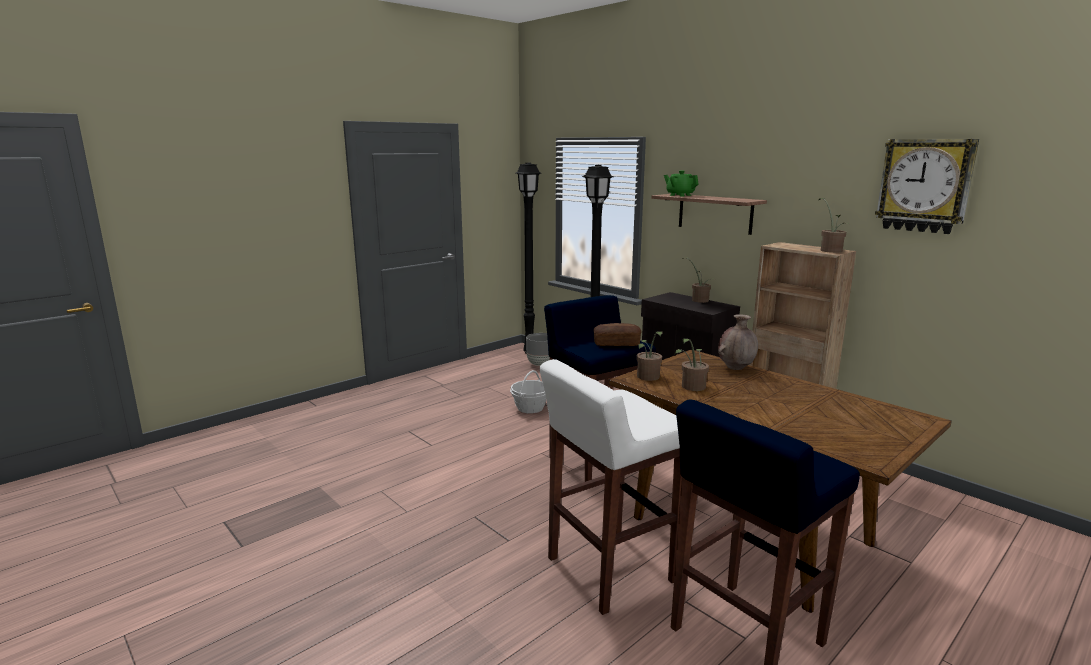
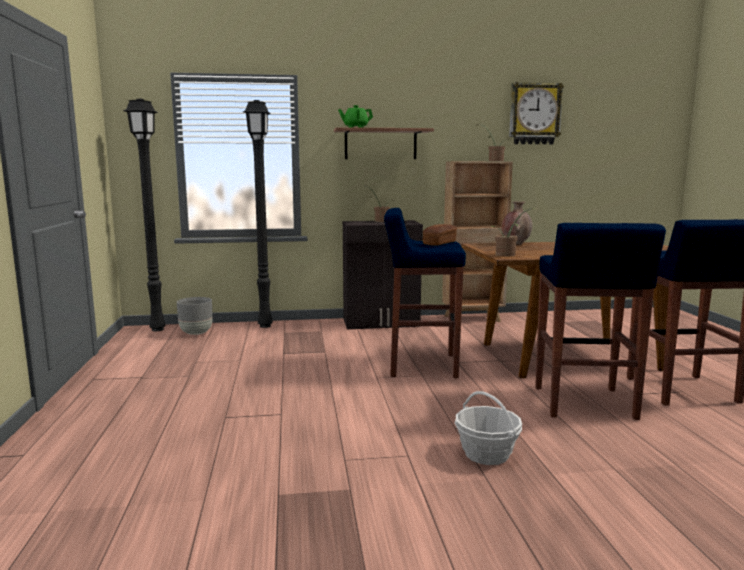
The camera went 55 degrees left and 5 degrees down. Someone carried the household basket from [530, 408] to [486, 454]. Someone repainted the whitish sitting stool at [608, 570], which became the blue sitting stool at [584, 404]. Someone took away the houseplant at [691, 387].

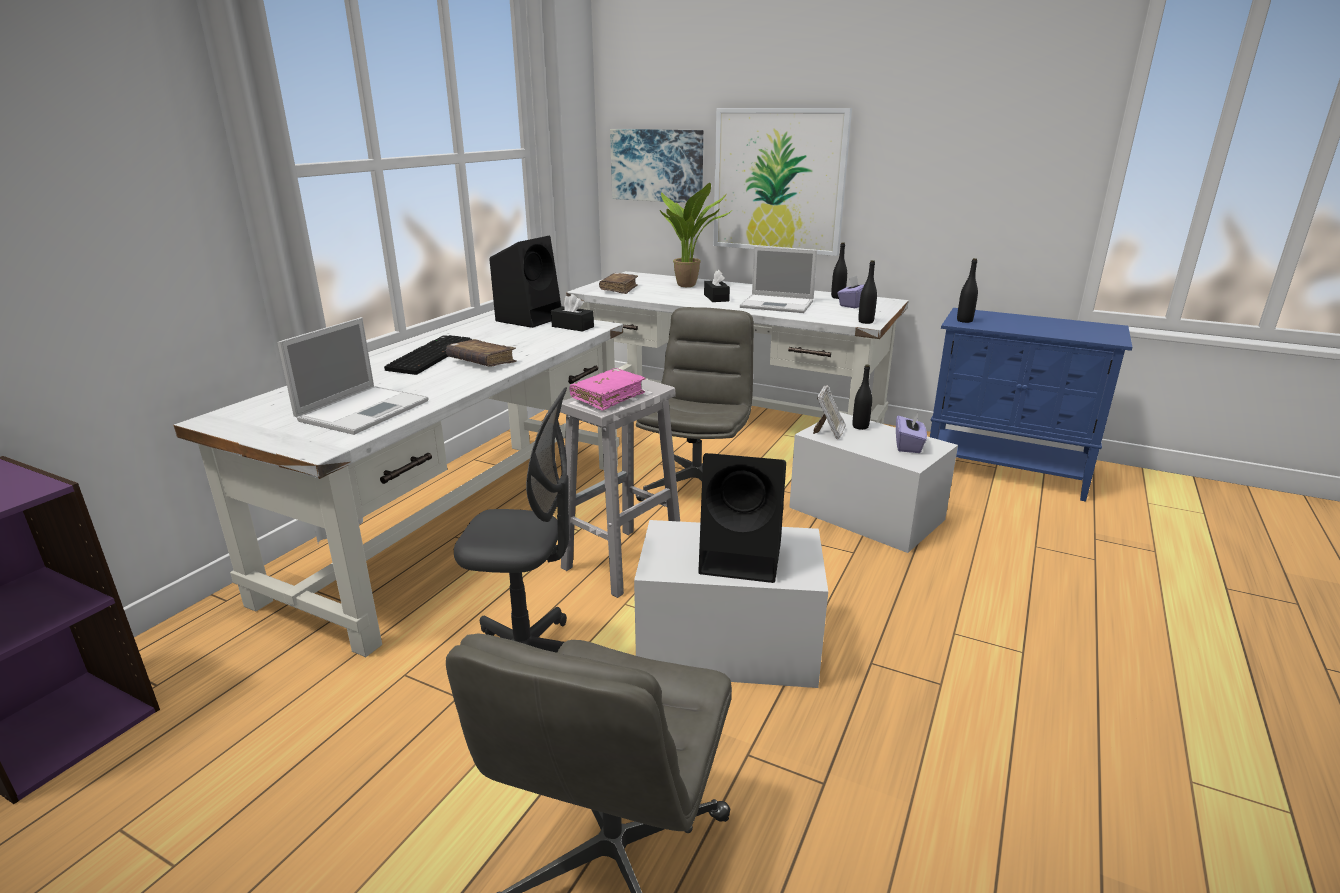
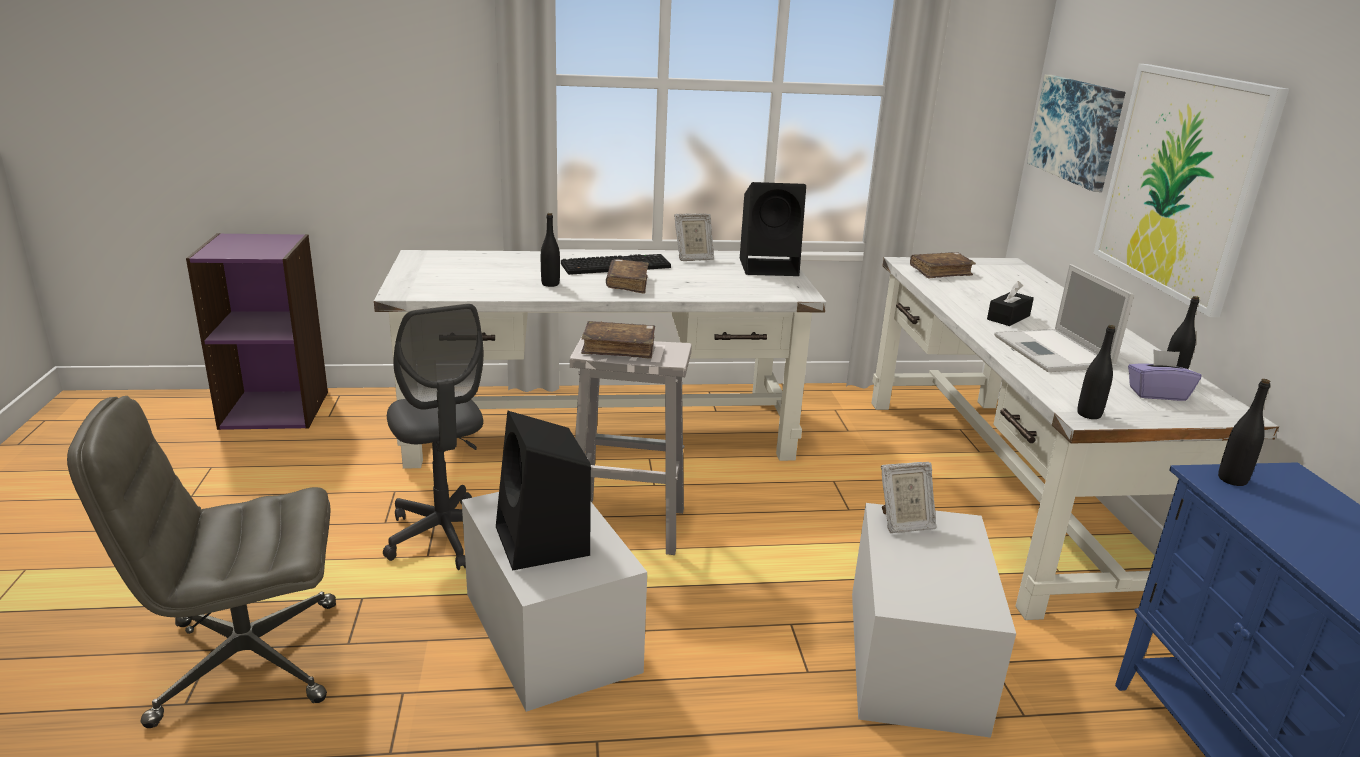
The camera went 55 degrees right and 0 degrees up. Someone took away the notebook computer at [365, 410]. Someone took away the black-coloured tissue box at [572, 326]. Someone repainted the pink-coloured book at [608, 397], which became the brown book at [619, 348]. Someone took away the gray office chair at [696, 486]. Someone took away the houseplant at [690, 285]. Someone carried the black-coloured beverage bottle from [860, 426] to [550, 284]. Someone took away the purple-coloured tissue box at [908, 446]. Someone put down the photo frame at [693, 258].

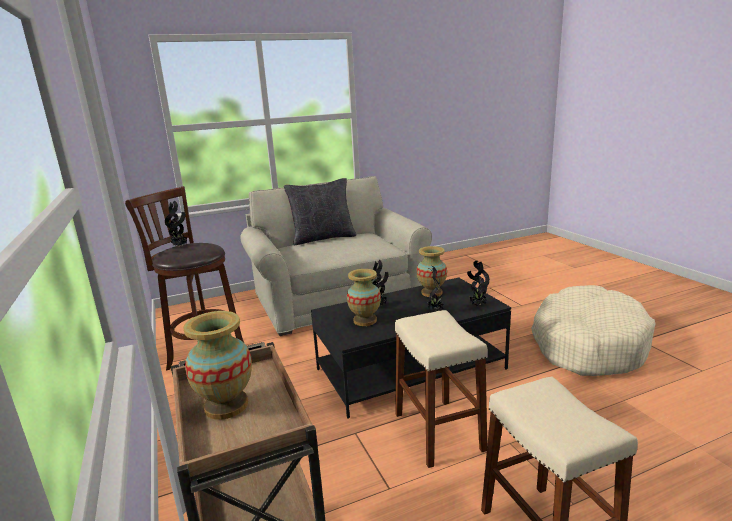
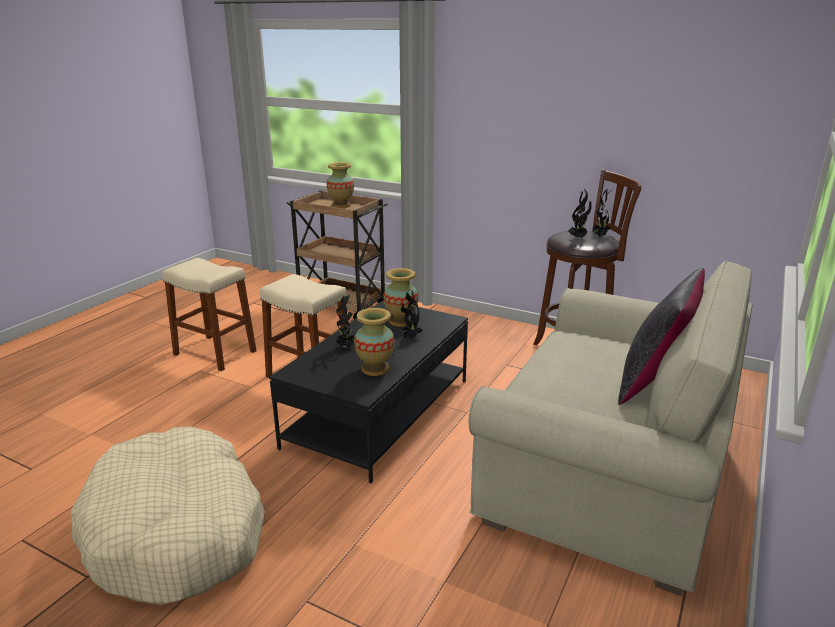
The camera went 140 degrees right and 5 degrees up. Someone carried the houseplant from [477, 305] to [578, 238].

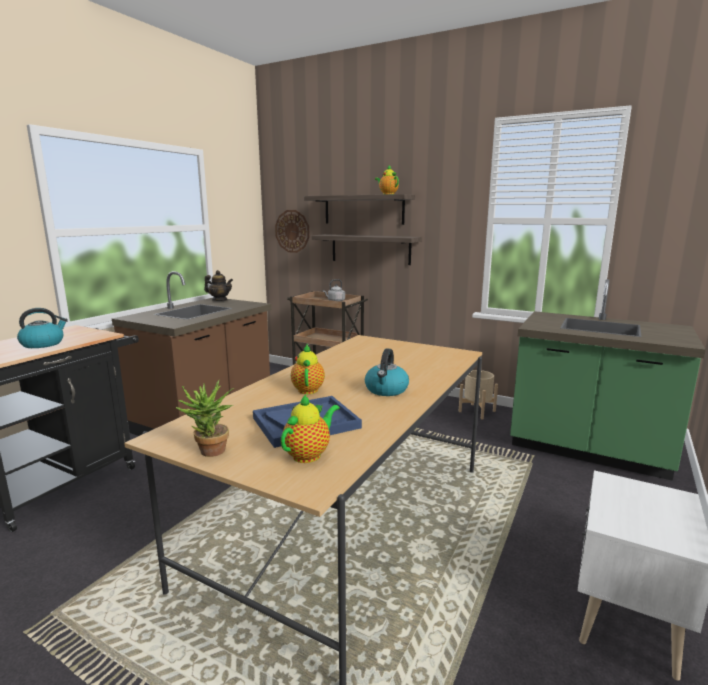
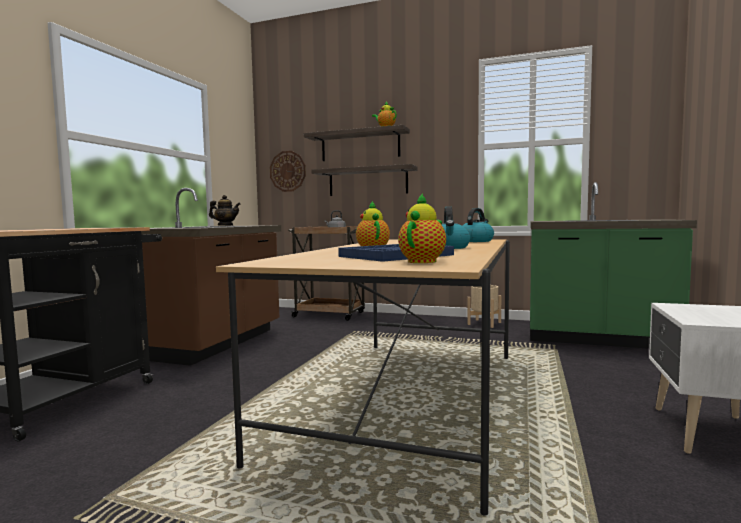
The camera went 10 degrees left and 10 degrees down. Someone carried the kettle from [43, 344] to [476, 241]. Someone took away the houseplant at [209, 453].

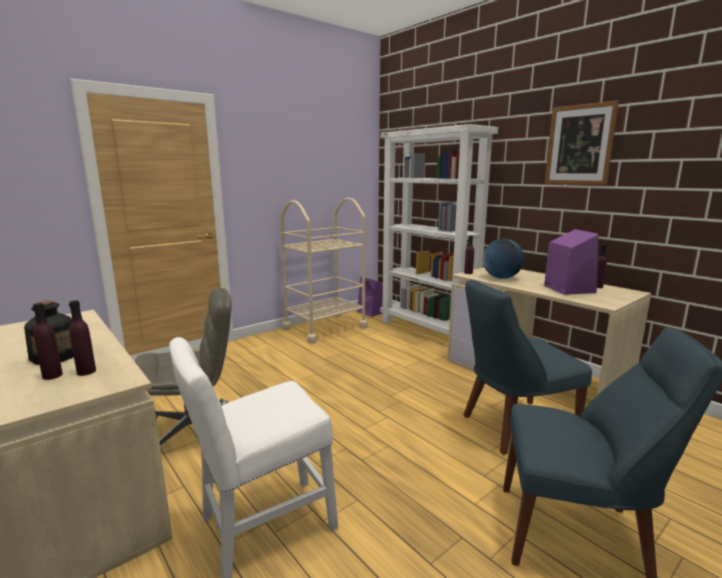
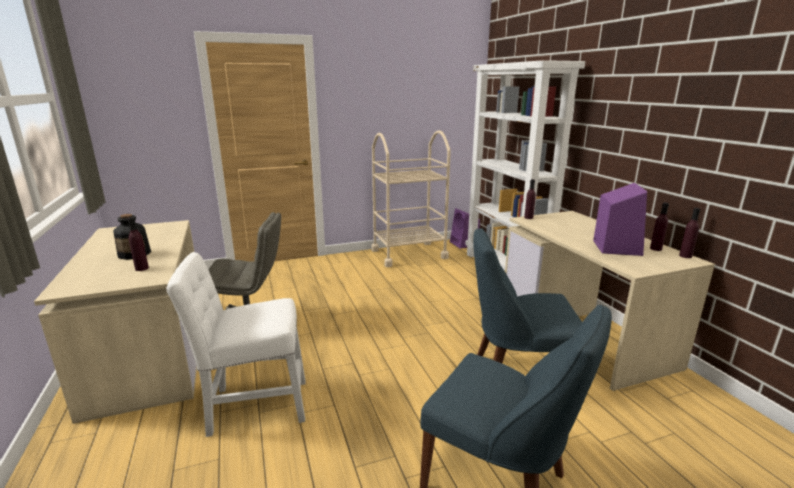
The camera went 20 degrees right and 5 degrees up. Someone carried the purple-coloured beverage bottle from [52, 375] to [685, 256]. Someone took away the world globe at [501, 278]. Someone took away the wall picture at [579, 145].

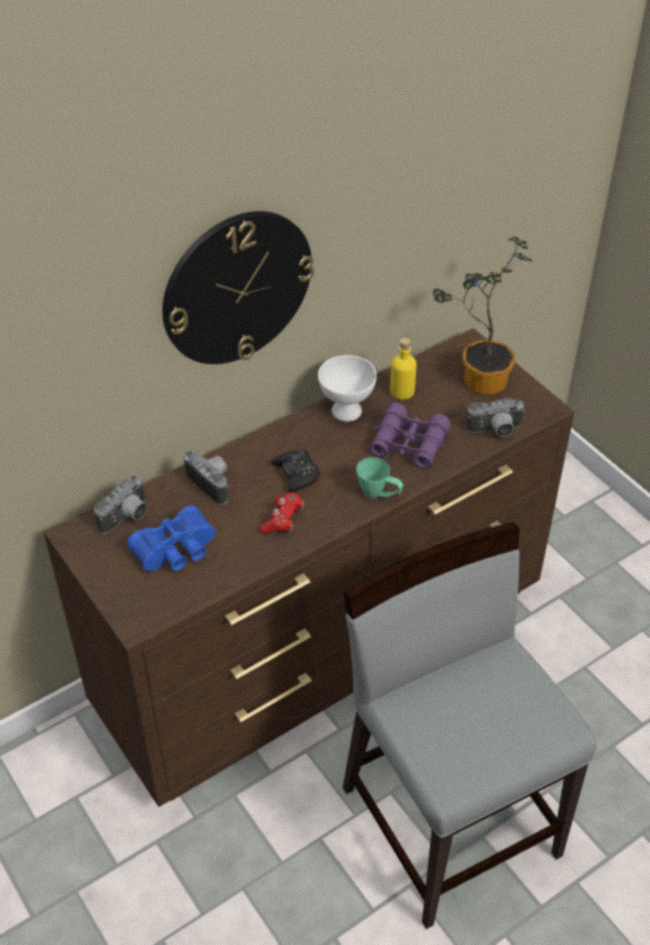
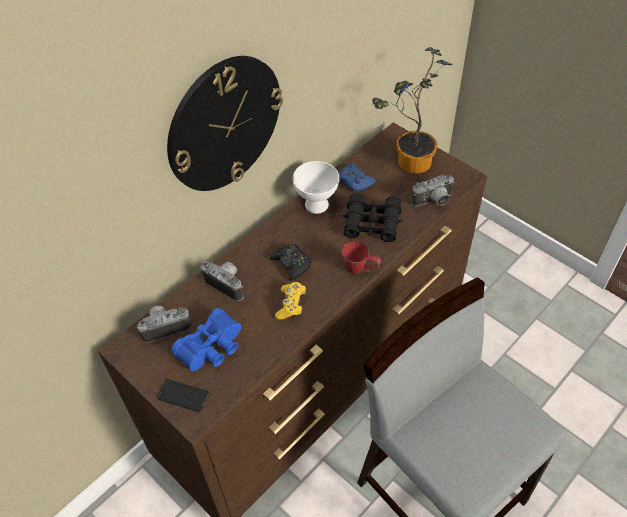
The camera went 10 degrees left and 5 degrees up. Someone rotated the still camera at [128, 518] by 135 degrees counterclockwise. Someone repainted the red-coloured joypad at [283, 519], which became the yellow joypad at [291, 304]. Someone repainted the green-coloured mug at [379, 495], which became the red-coloured mug at [361, 270]. Someone repainted the purple-coloured field glasses at [409, 444], which became the black-coloured field glasses at [372, 223]. Someone swapped the yellow beverage bottle at [402, 391] for the blue joypad at [354, 181]. Someone put down the phone at [183, 396].

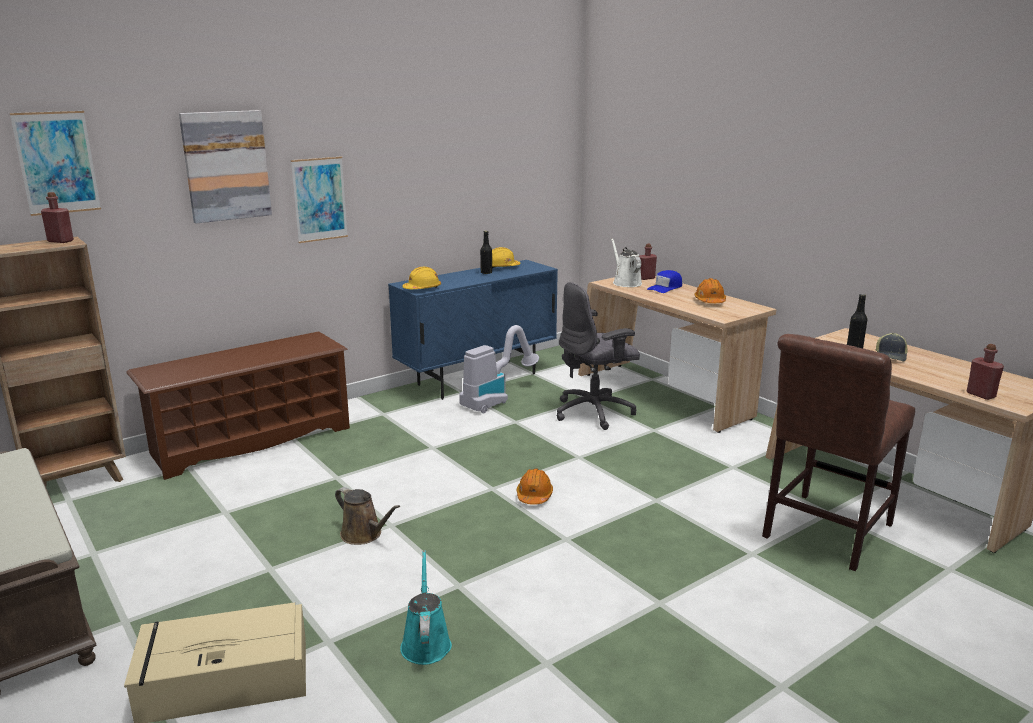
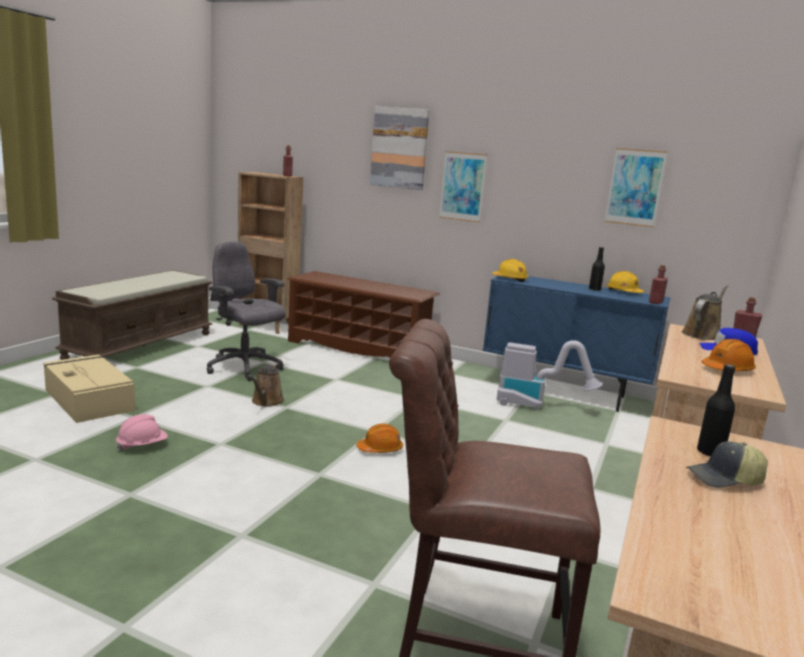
The camera went 60 degrees right and 5 degrees down. Someone carried the wall picture from [57, 163] to [635, 187]. Someone swapped the turquoise-coloured sprinkling can at [425, 643] for the pink-coloured work helmet at [142, 446]. Someone carried the gray office chair from [595, 412] to [245, 368]. Someone repainted the whitish sprinkling can at [625, 283], which became the brown sprinkling can at [702, 334]. Someone carried the red-coloured beverage bottle from [980, 395] to [655, 302].

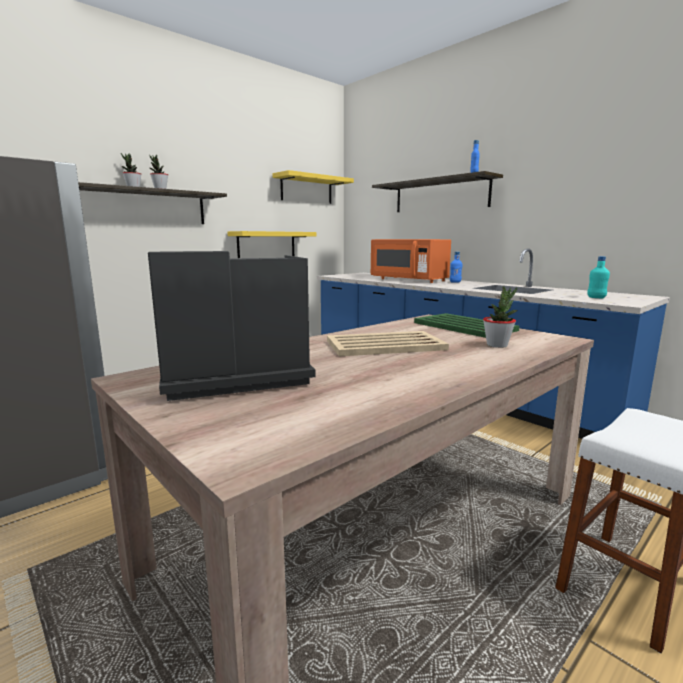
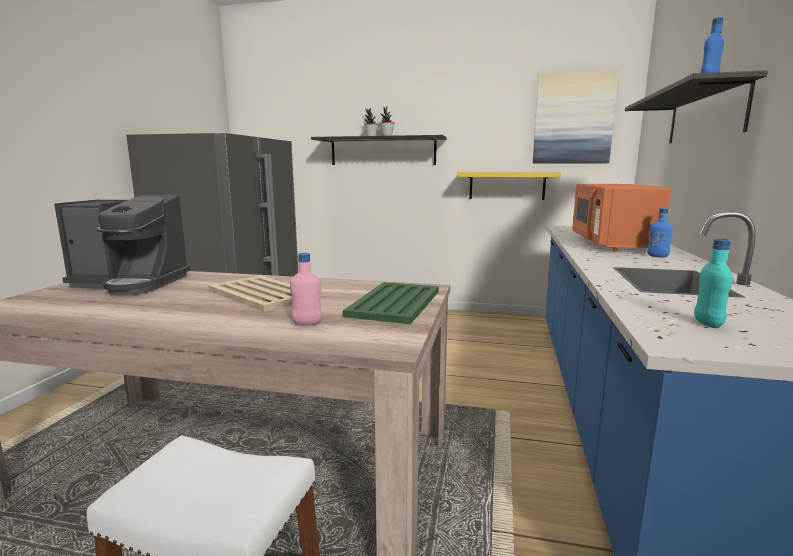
The camera went 55 degrees right and 0 degrees up. Someone rotated the coffee machine at [230, 378] by 150 degrees clockwise. Someone swapped the yellow wall shelf at [306, 189] for the wall picture at [573, 119]. Someone swapped the houseplant at [497, 345] for the pink-coloured beverage bottle at [307, 323].

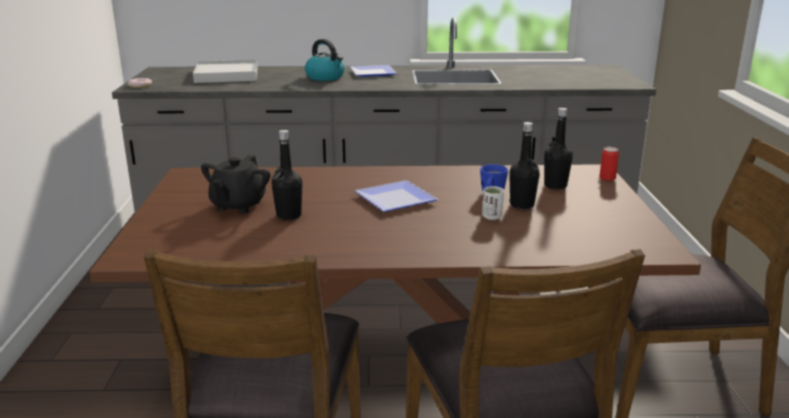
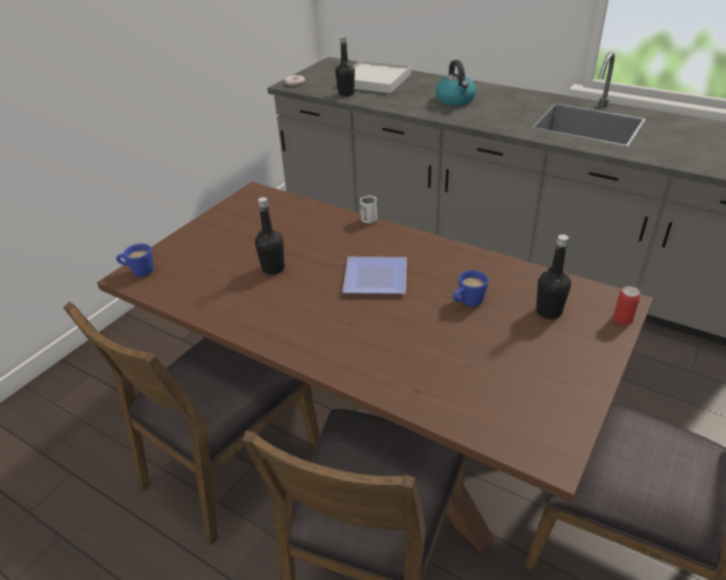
The camera went 35 degrees right and 15 degrees up. Someone took away the black-coloured teapot at [238, 205]. Someone took away the flat dish at [374, 73]. Someone carried the whitish small cup from [492, 217] to [369, 220]. Someone carried the black-coloured beverage bottle from [522, 205] to [346, 94]. Someone put down the blue mug at [138, 271].

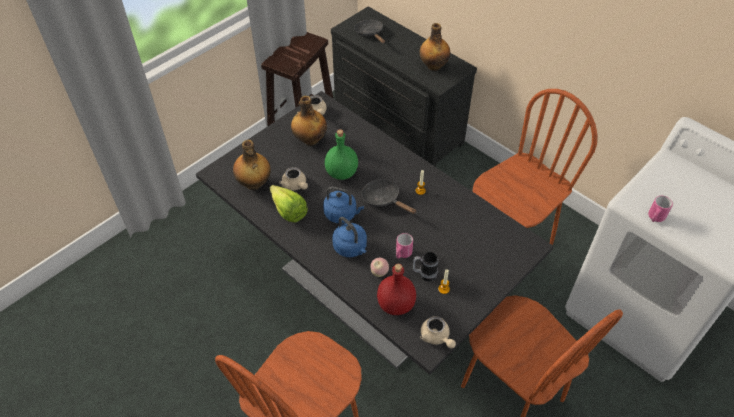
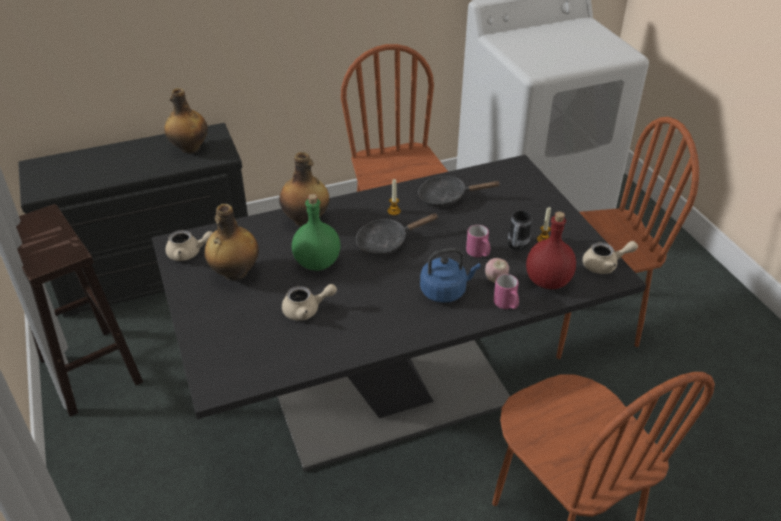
The camera went 65 degrees left and 10 degrees down. Someone carried the beverage bottle from [254, 184] to [306, 221]. Someone took away the head of lettuce at [287, 209]. Someone took away the blue kettle at [342, 214]. Someone carried the black-coloured frying pan from [370, 33] to [447, 197]. Someone carried the pink-coloured mug from [655, 218] to [506, 305].

